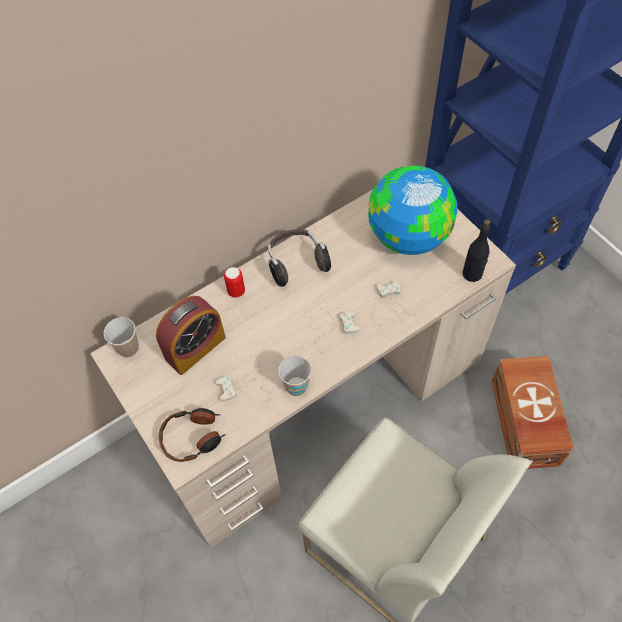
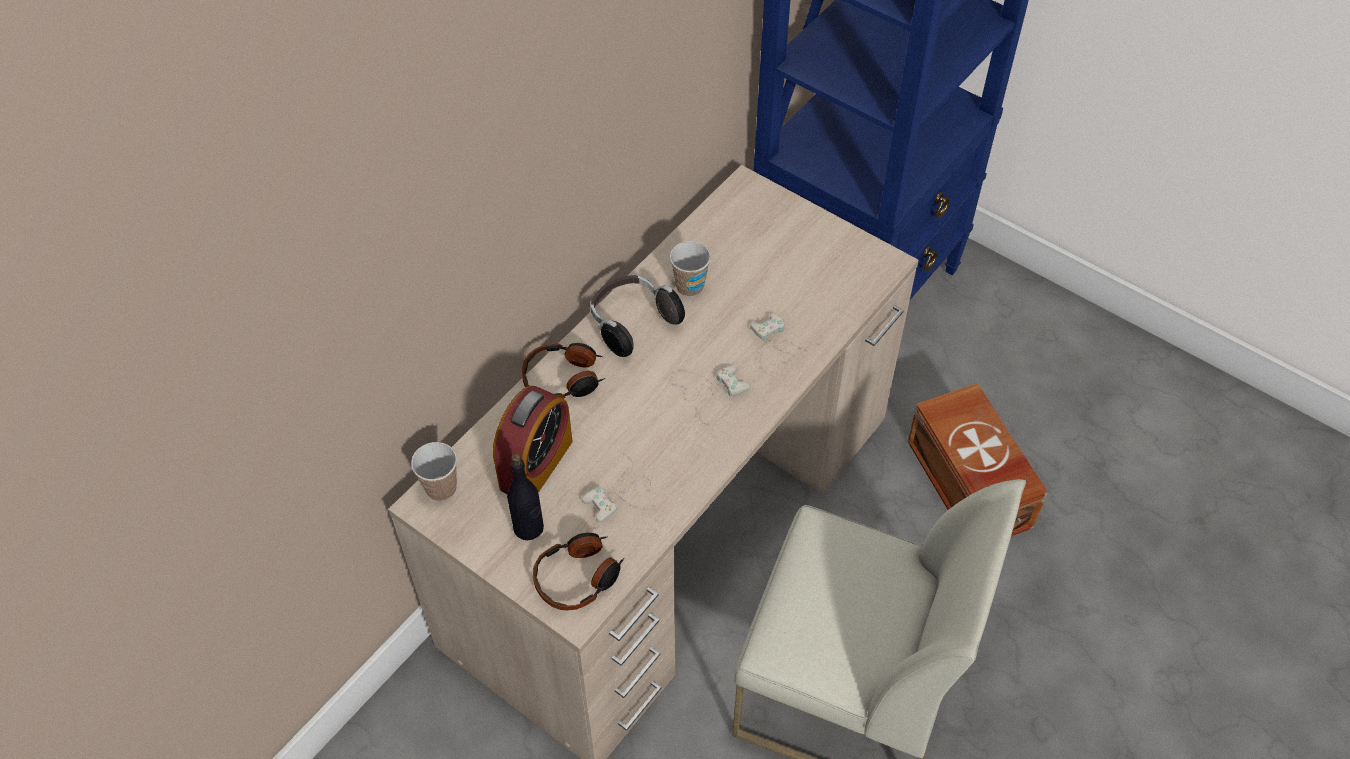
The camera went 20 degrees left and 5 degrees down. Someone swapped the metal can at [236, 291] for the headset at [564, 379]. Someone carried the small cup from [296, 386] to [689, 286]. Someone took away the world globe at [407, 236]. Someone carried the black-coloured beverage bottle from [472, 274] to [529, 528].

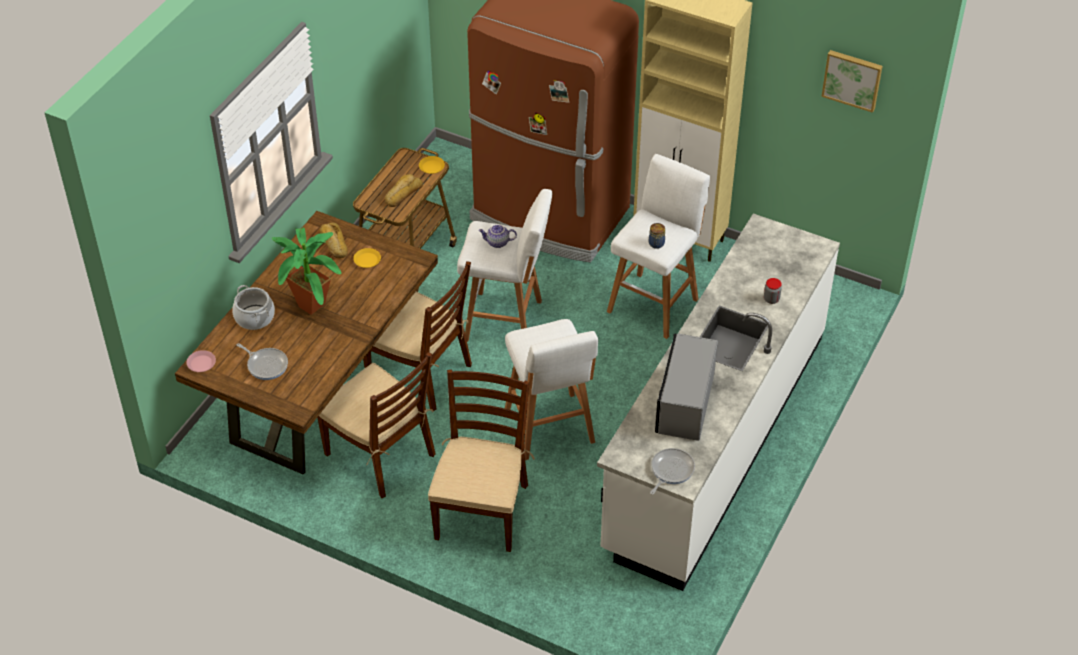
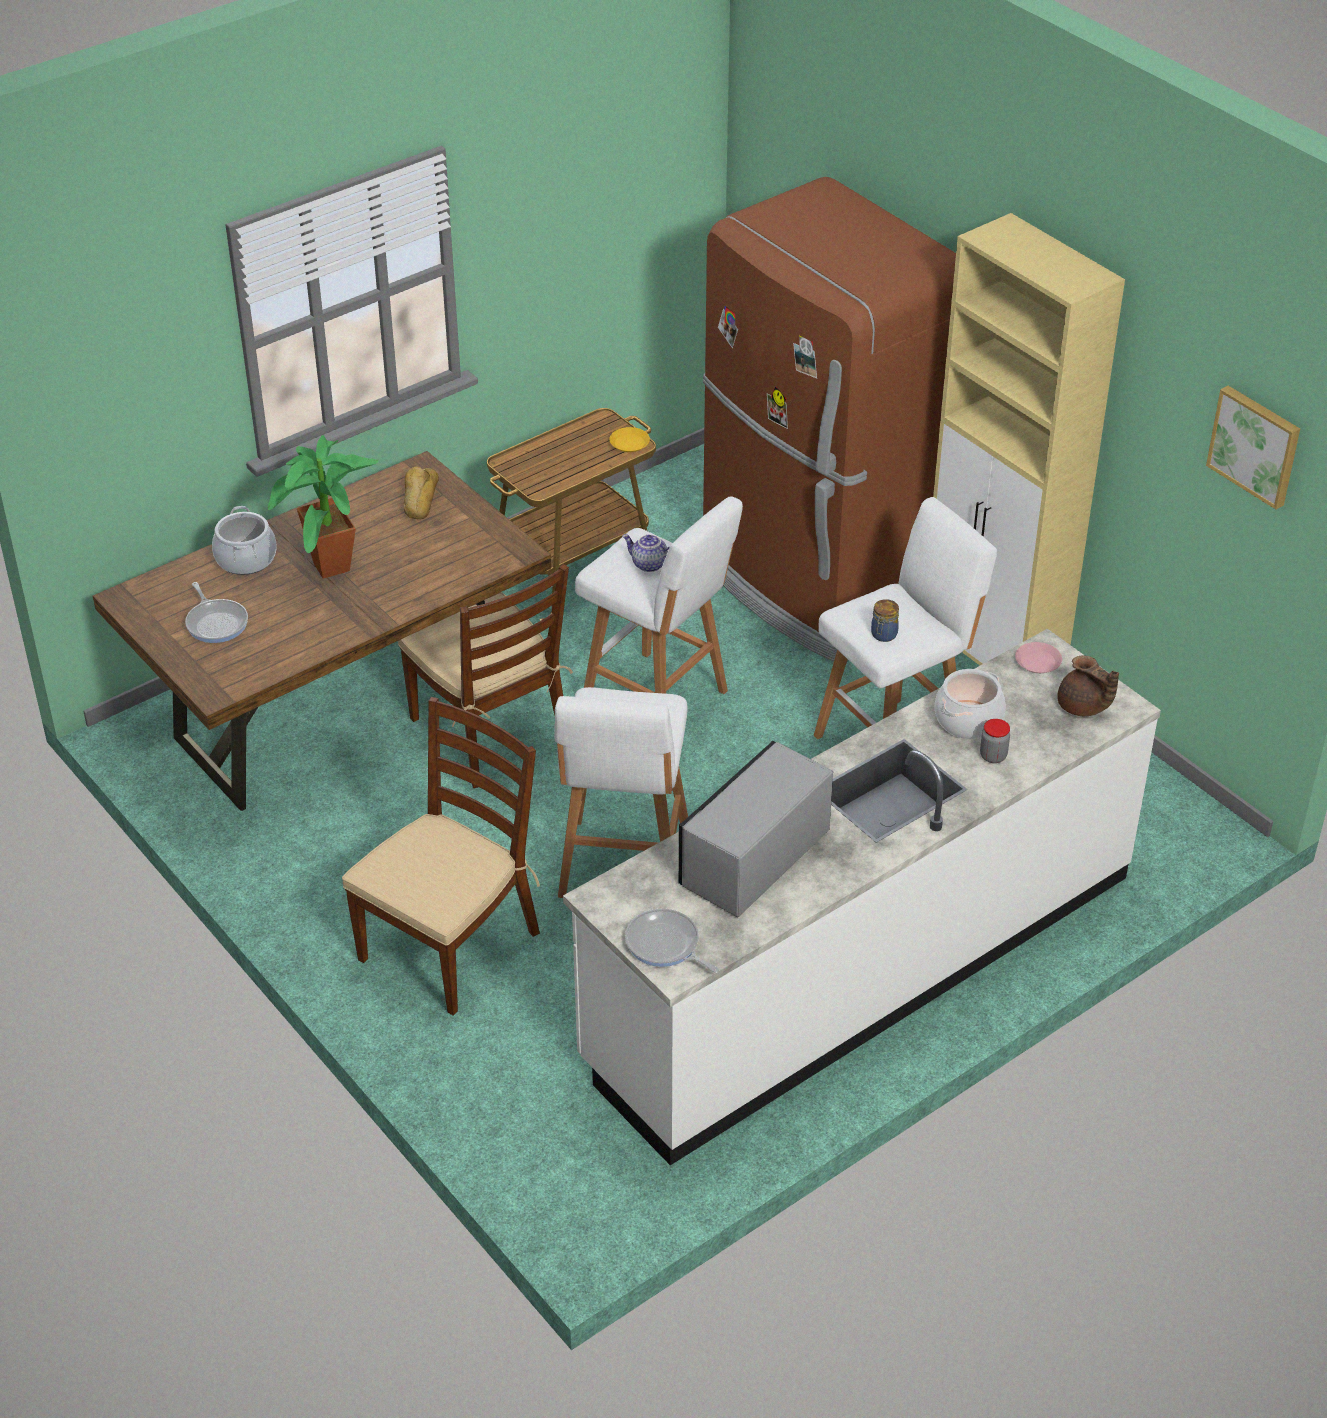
The camera went 25 degrees right and 5 degrees down. Someone carried the pink-coloured flat dish from [201, 363] to [1037, 661]. Someone took away the brown chair at [381, 455]. Someone took away the yellow flat dish at [367, 260]. Someone took away the baked bread at [402, 194]. Someone rotated the frying pan at [670, 470] by 105 degrees counterclockwise. Someone put down the stockpot at [968, 720]. Someone put down the brown teapot at [1082, 707].

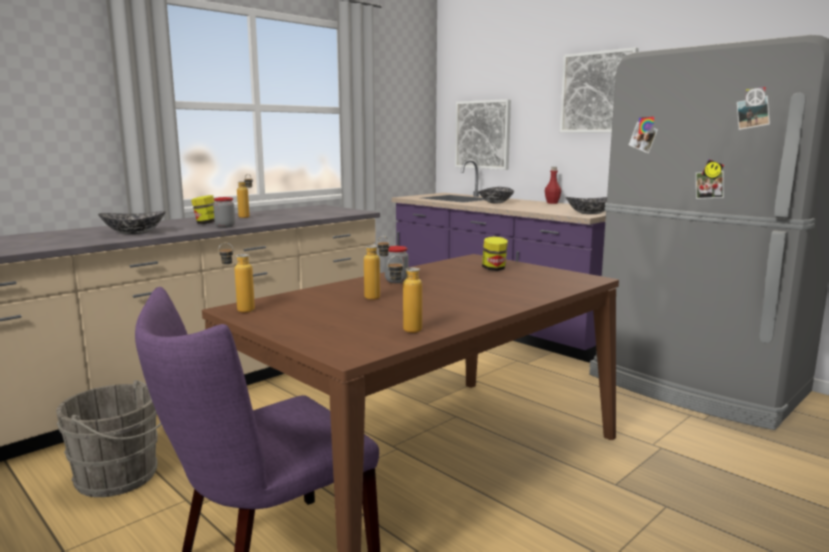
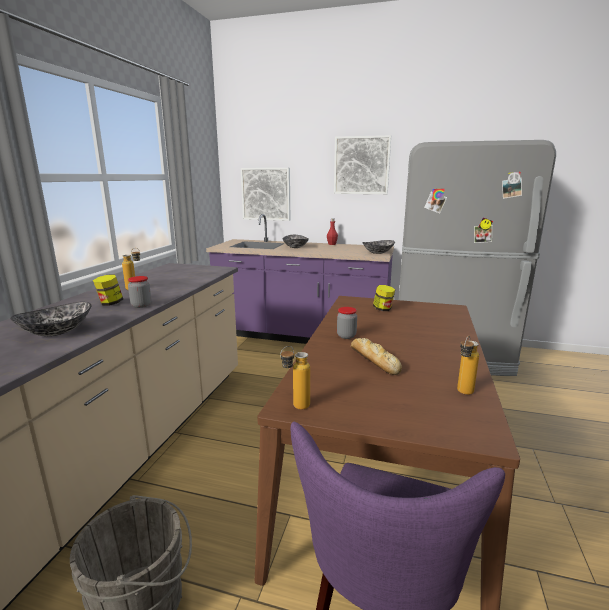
The camera went 30 degrees left and 5 degrees up. Someone swapped the beverage bottle at [377, 299] for the baked bread at [373, 360].

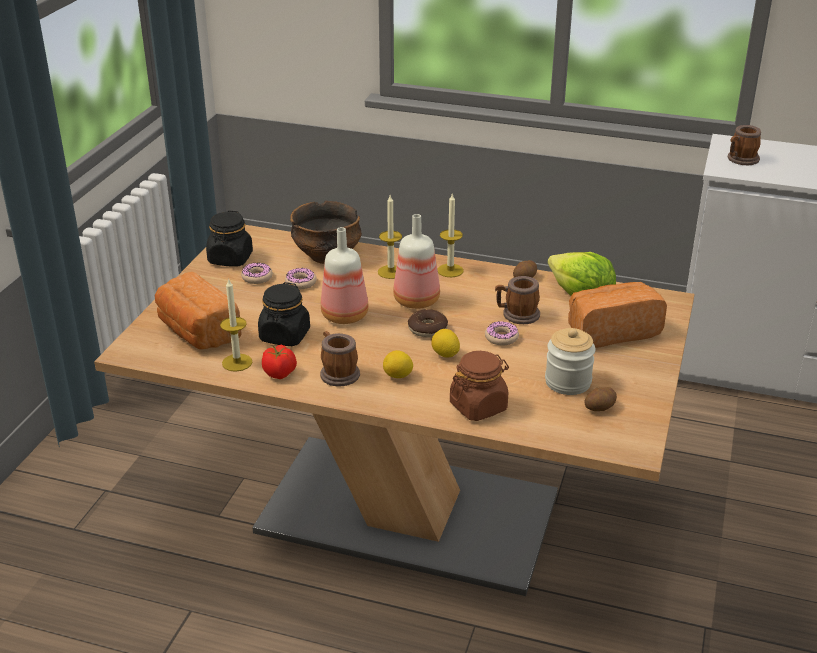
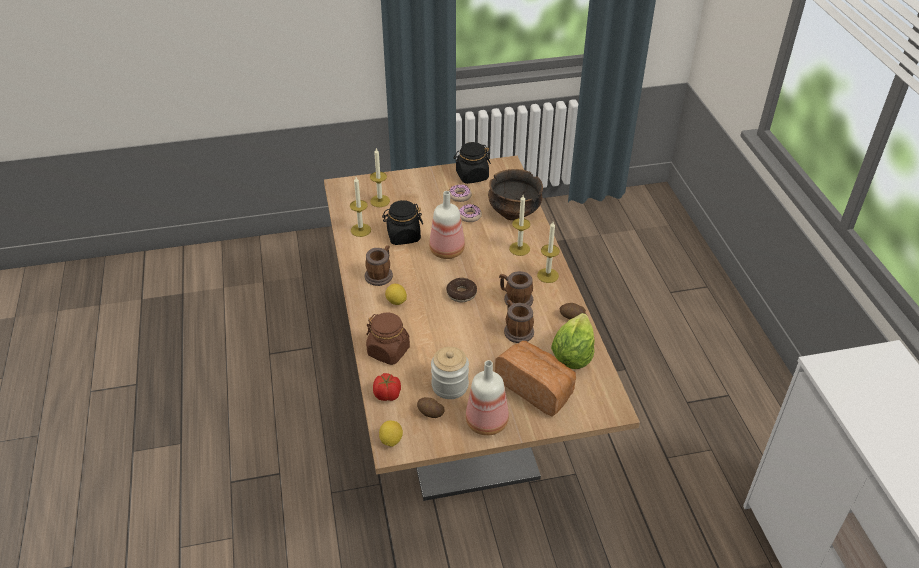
The camera went 60 degrees right and 10 degrees up. Someone swapped the baked bread at [197, 332] for the candle at [380, 201]. Someone carried the tomato from [280, 373] to [387, 395]. Someone carried the beverage bottle from [416, 300] to [488, 421]. Someone carried the whole lemon from [445, 354] to [391, 440]. Someone took away the doughnut at [501, 338]. Someone carried the mug from [740, 160] to [515, 299].

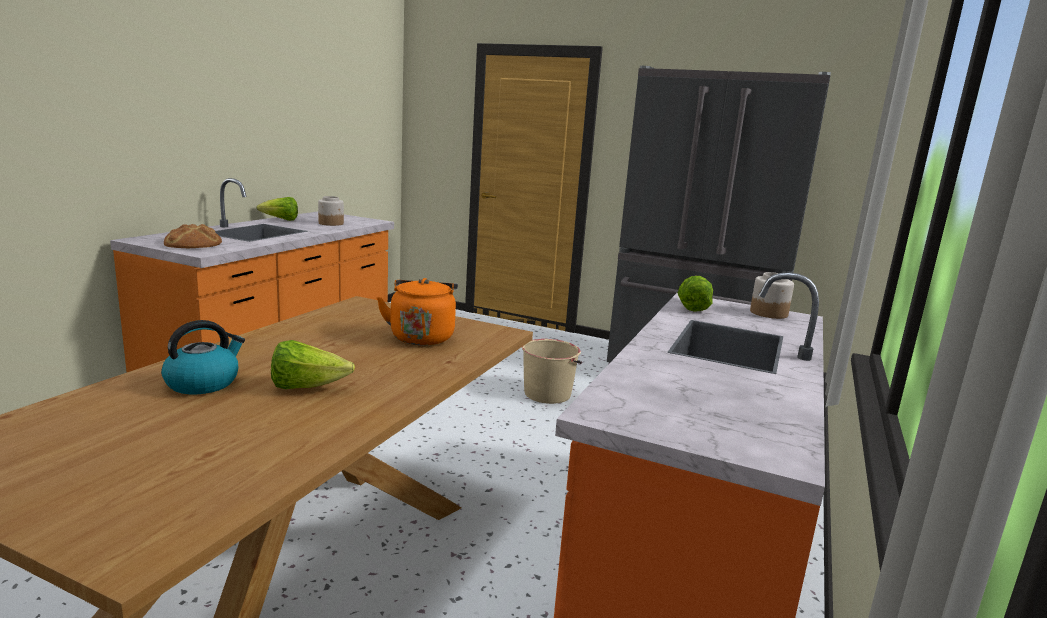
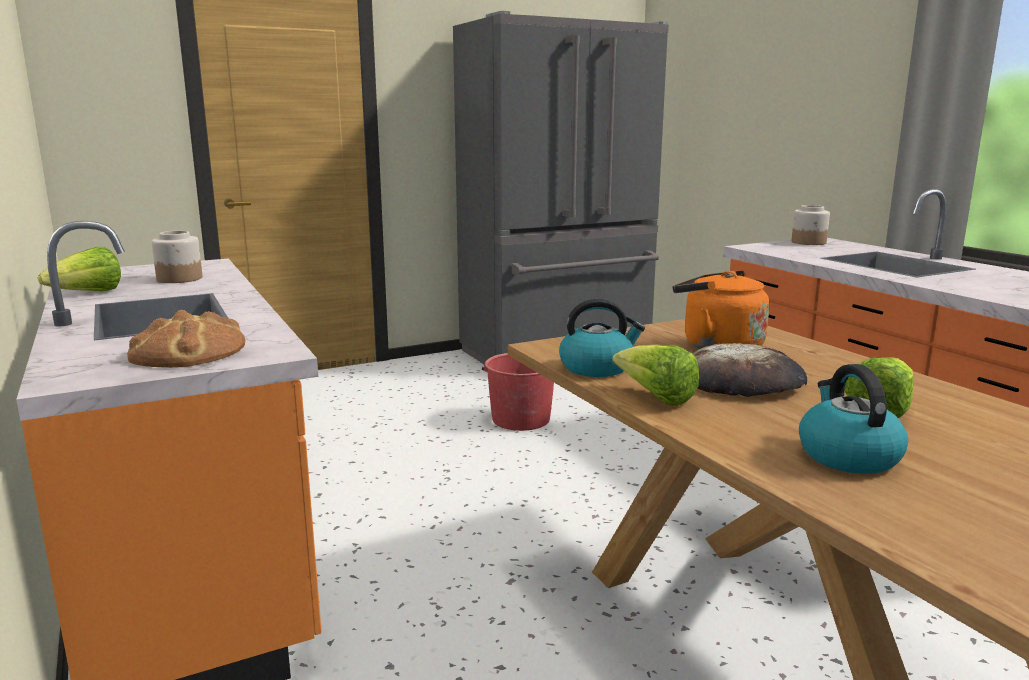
The camera went 50 degrees left and 0 degrees up. Someone repainted the sand-coloured water bucket at [548, 394], which became the red-coloured water bucket at [520, 419]. Someone carried the head of lettuce from [693, 307] to [656, 398]. Someone put down the kettle at [597, 367]. Someone put down the baked bread at [744, 381].

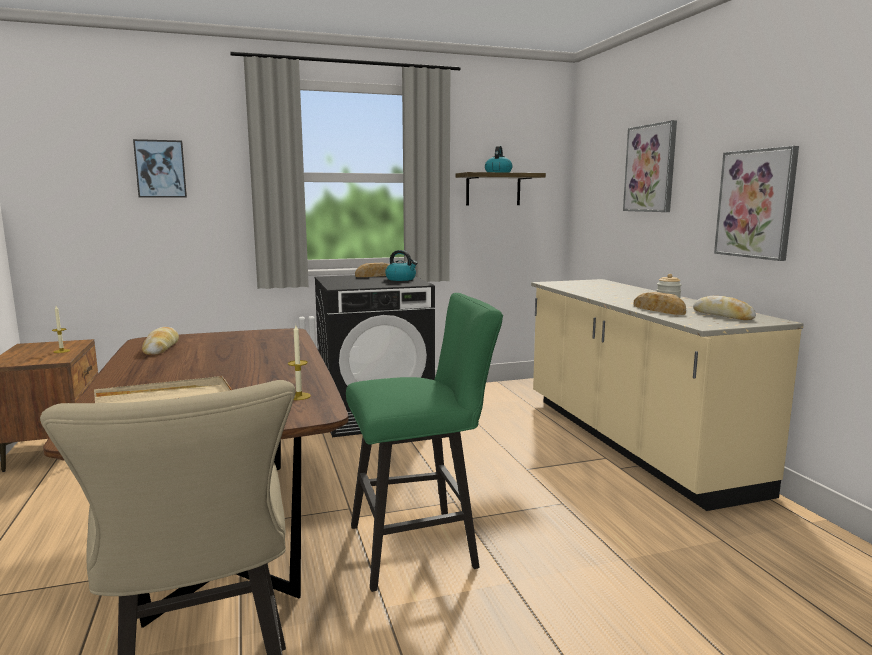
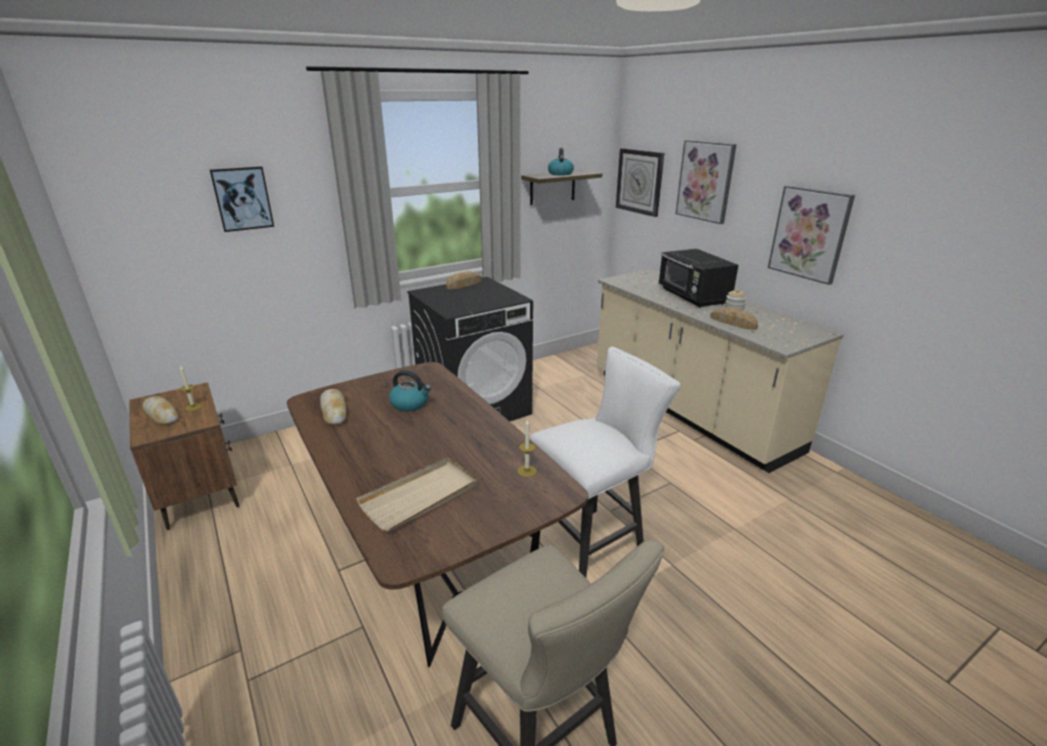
The camera went 15 degrees left and 15 degrees up. Someone repainted the green-coloured sitting stool at [422, 546], which became the whitish sitting stool at [593, 544]. Someone carried the kettle from [401, 279] to [410, 404]. Someone carried the baked bread from [723, 315] to [161, 415]. Someone put up the wall clock at [639, 181]. Someone put down the black-coloured kitchen microwave at [693, 297].

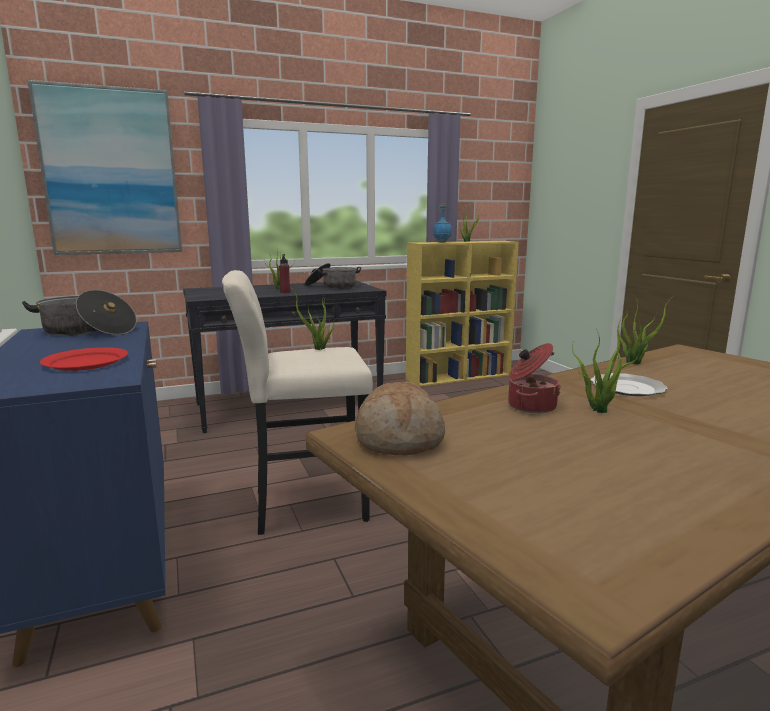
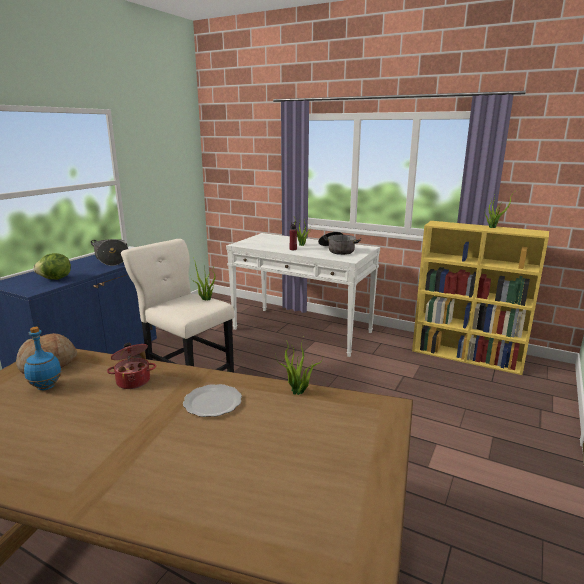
The camera went 50 degrees right and 5 degrees up. Someone took away the wall picture at [111, 172]. Someone swapped the red-coloured flat dish at [86, 362] for the head of lettuce at [55, 279]. Someone repainted the black-coloured hall table at [289, 406], which became the whitish hall table at [302, 330]. Someone carried the blue beverage bottle from [442, 242] to [45, 387]. Someone took away the houseplant at [598, 409].

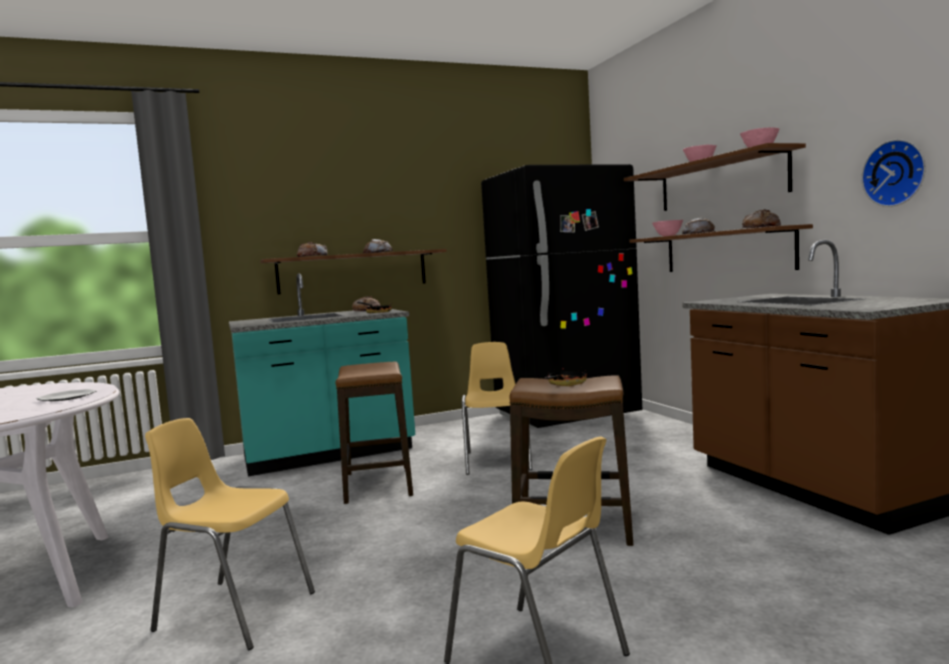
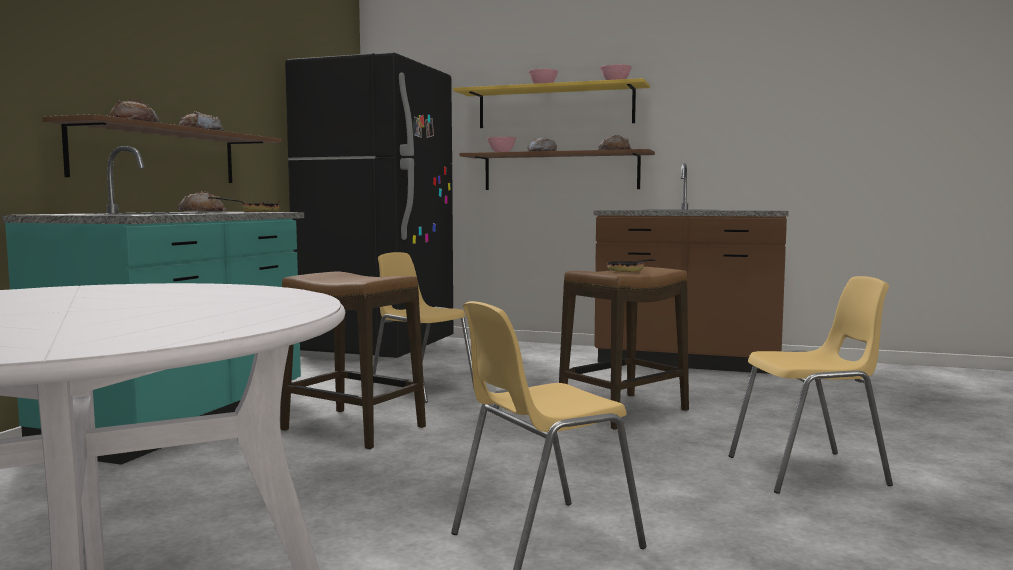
The camera went 50 degrees left and 0 degrees up. Someone took away the flat dish at [67, 397]. Someone repainted the brown wall shelf at [720, 182], which became the yellow wall shelf at [555, 107]. Someone took away the wall clock at [896, 173].

